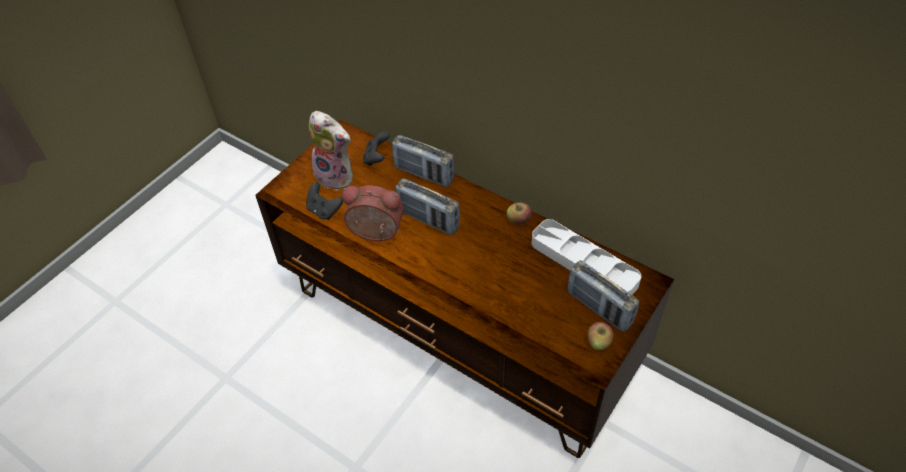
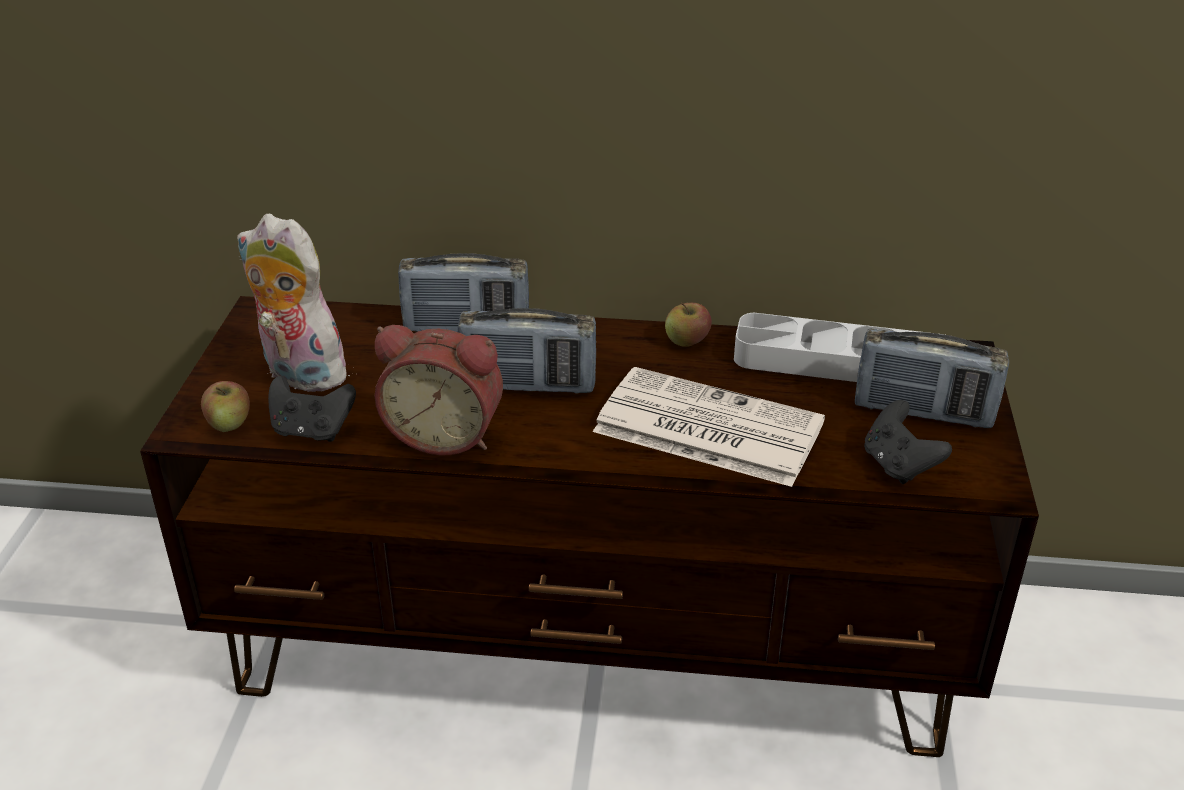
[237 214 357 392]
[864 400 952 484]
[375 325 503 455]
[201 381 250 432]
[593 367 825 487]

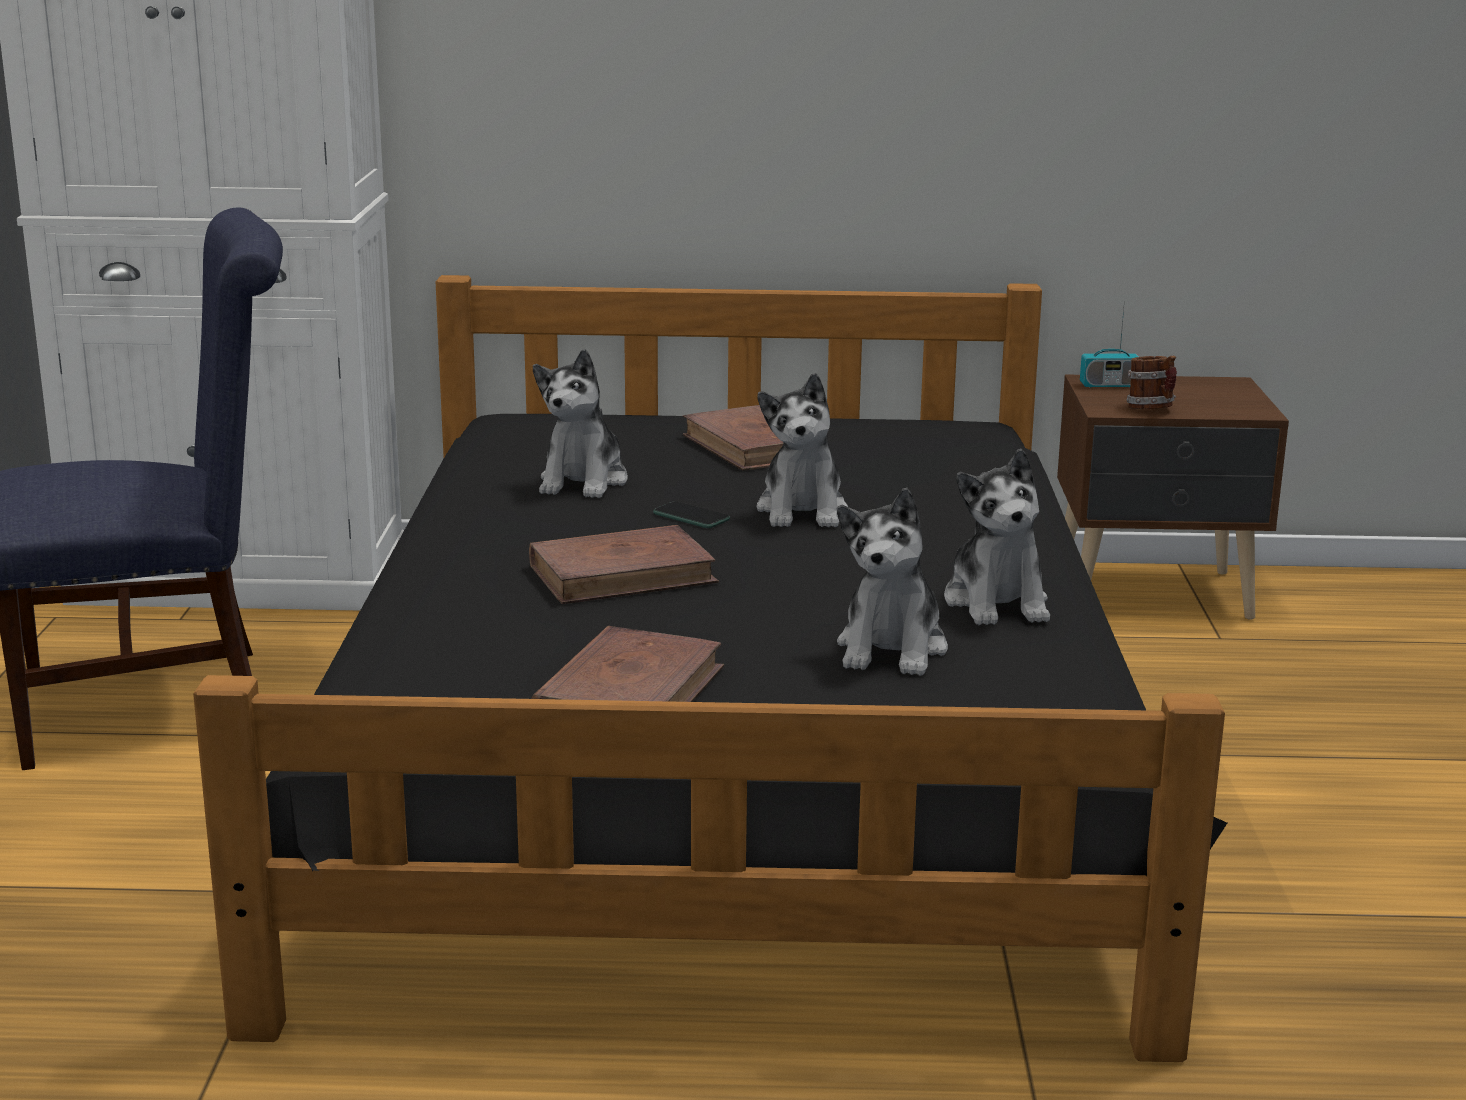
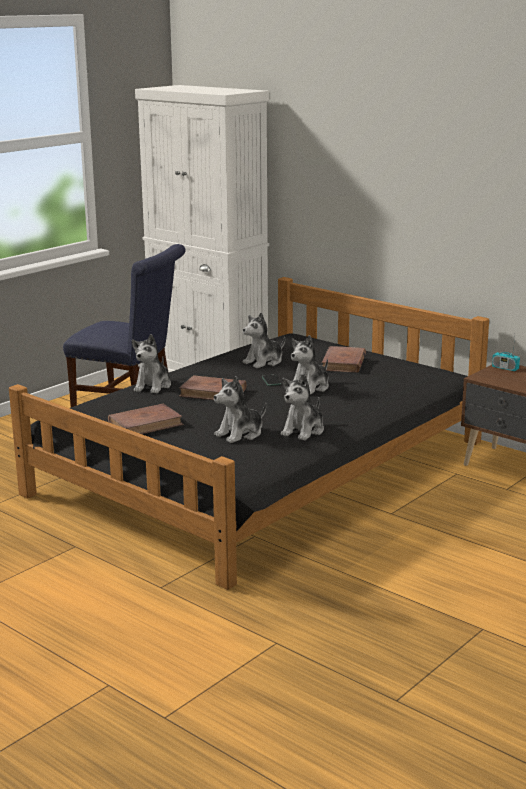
[1127 356 1177 409] (first image)
[132 334 171 394]

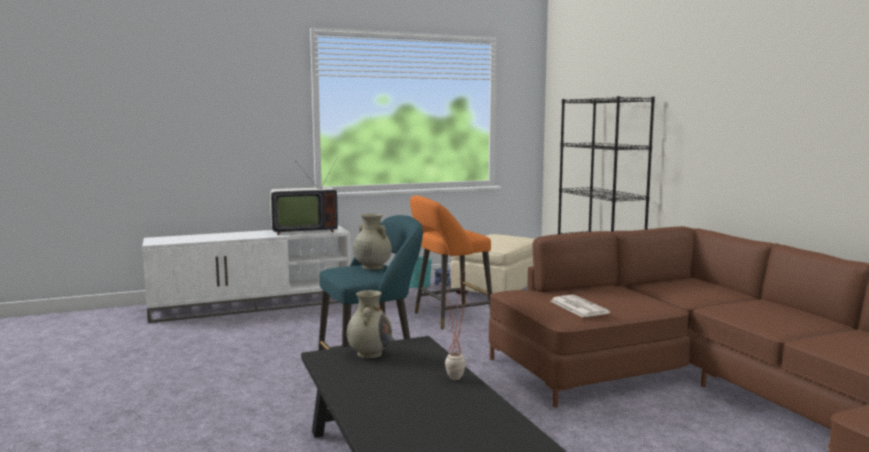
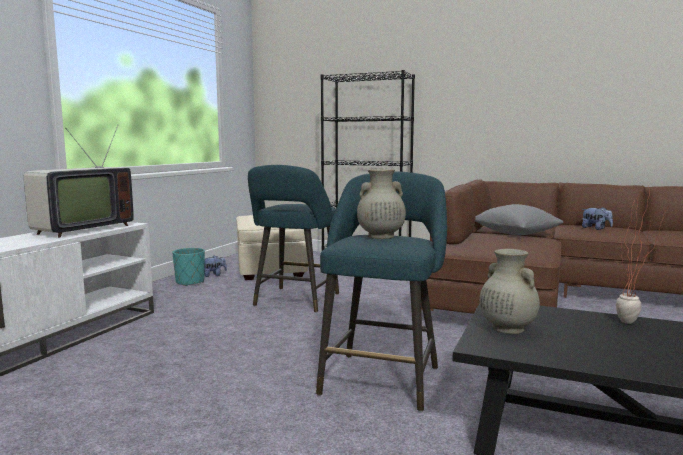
[248 165 339 313]
[550 295 610 317] (first image)
[475 204 564 235]
[582 207 613 230]

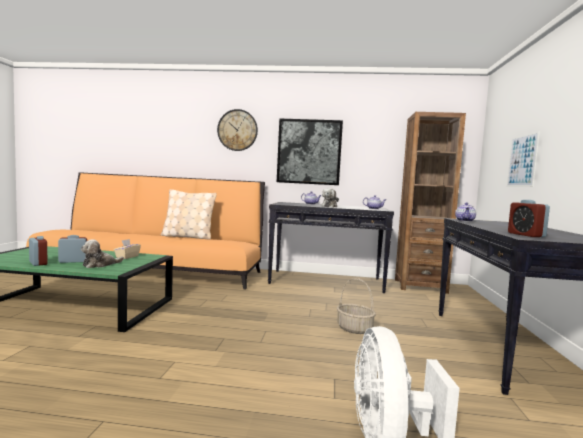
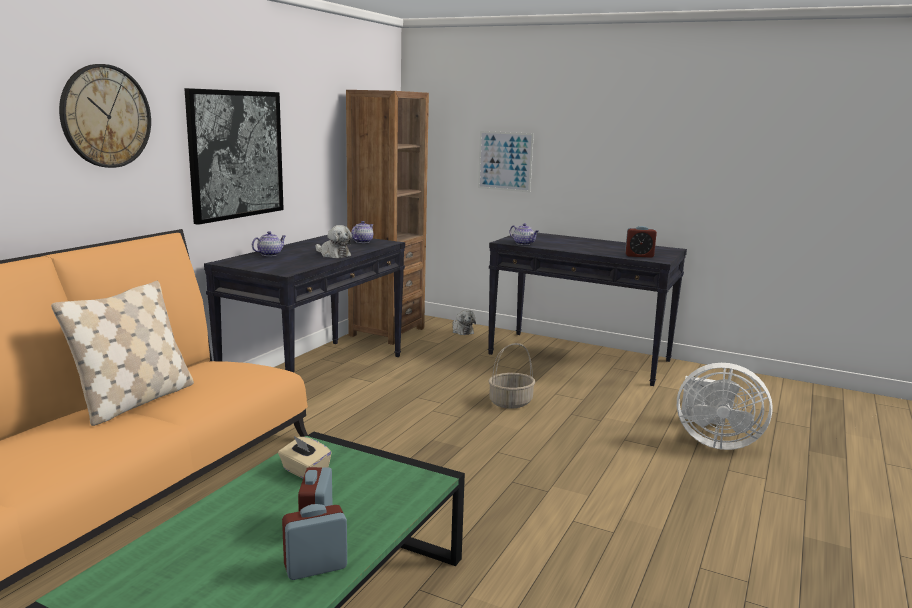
[453 310 476 335]

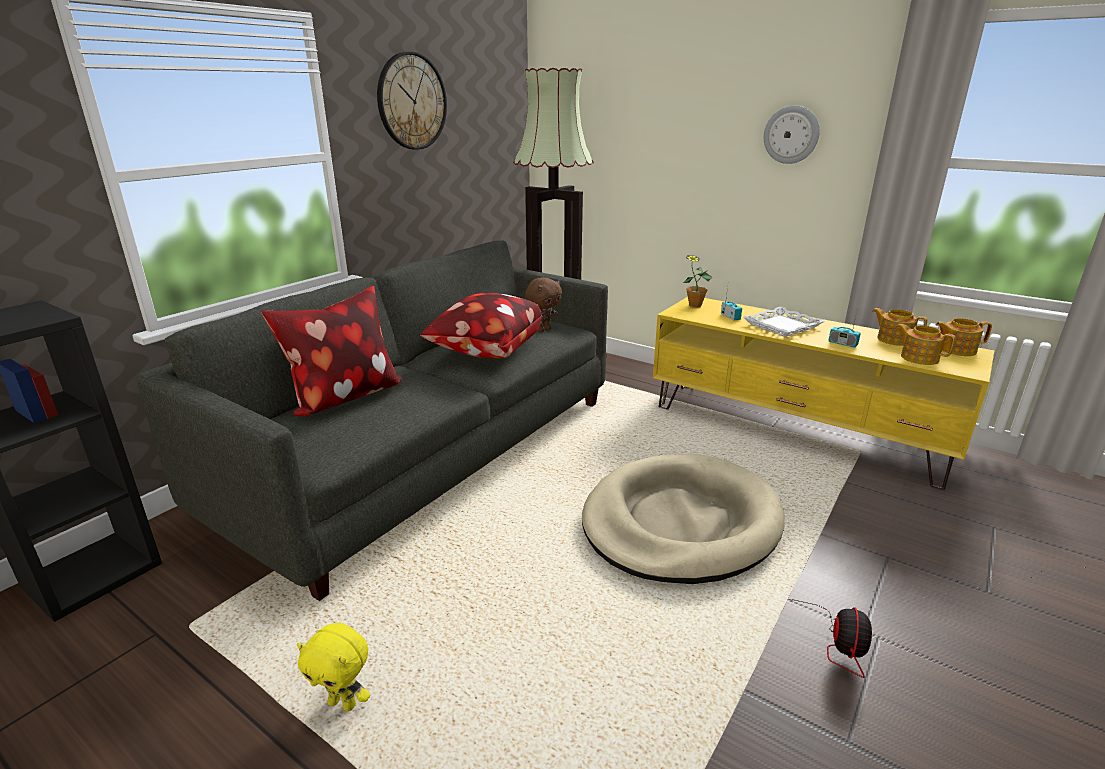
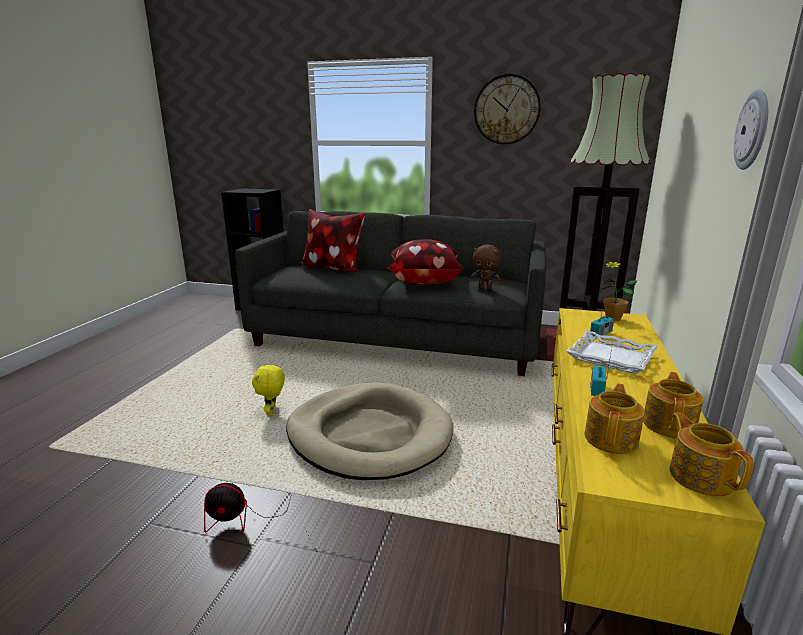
[252 363 285 415]

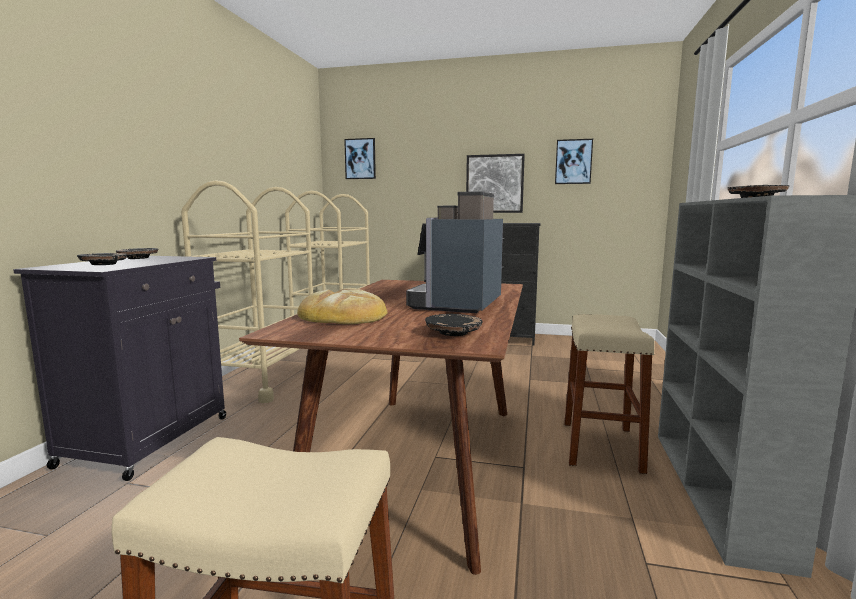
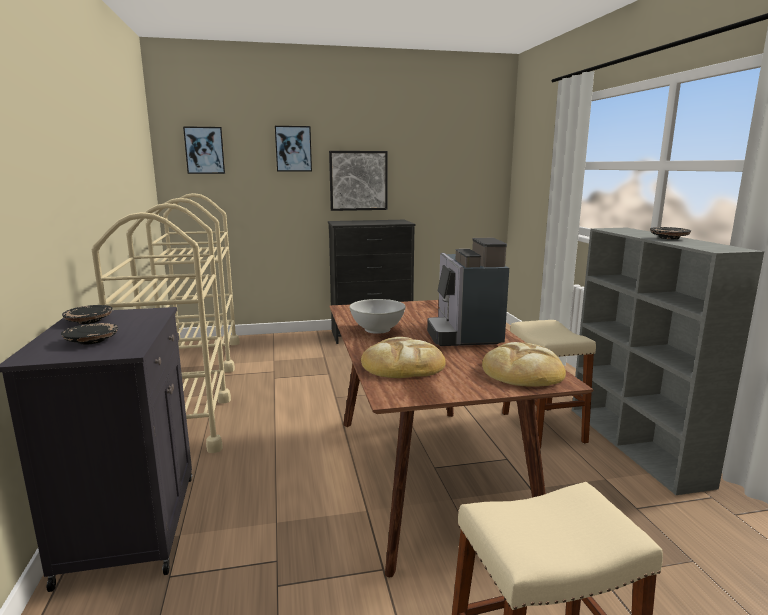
[275 126 312 172]
[482 342 566 387]
[350 299 406 334]

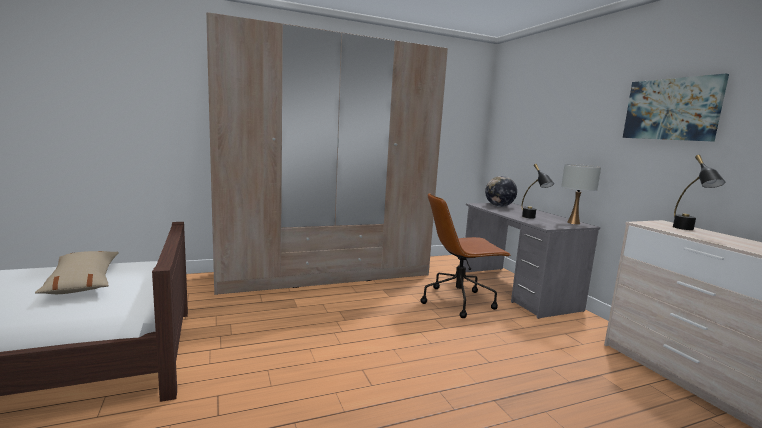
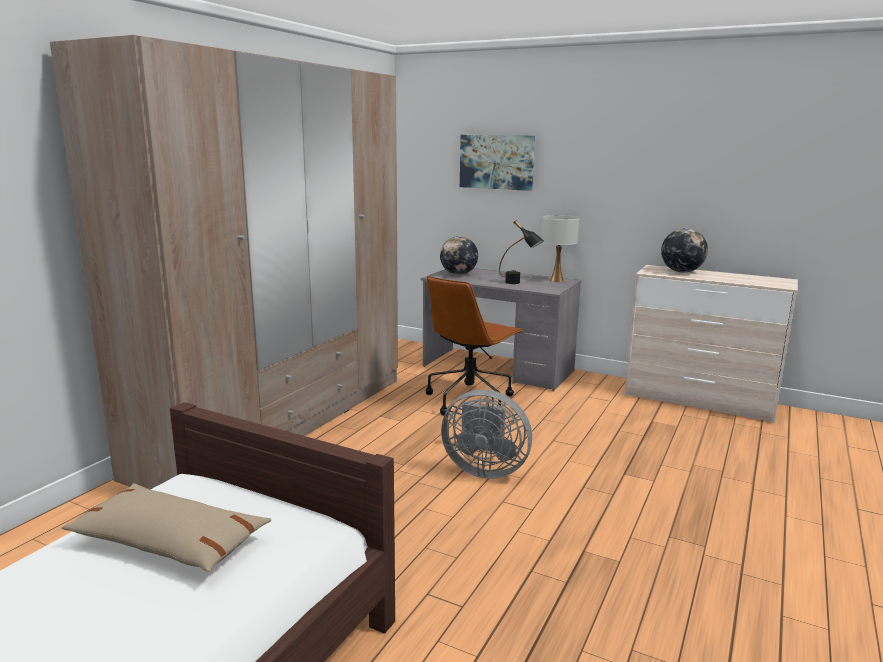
[460 135 535 191]
[661 228 708 273]
[441 389 532 479]

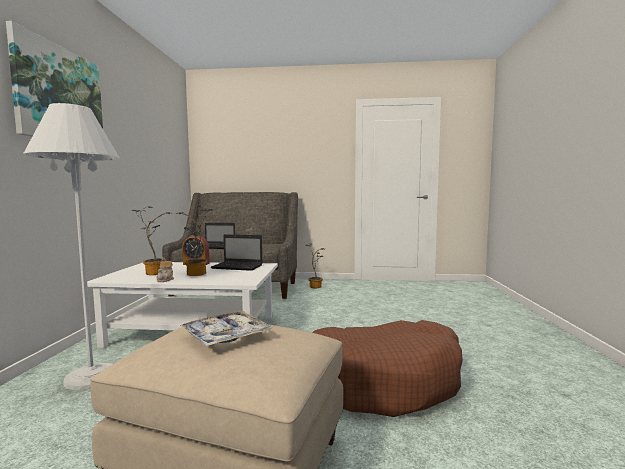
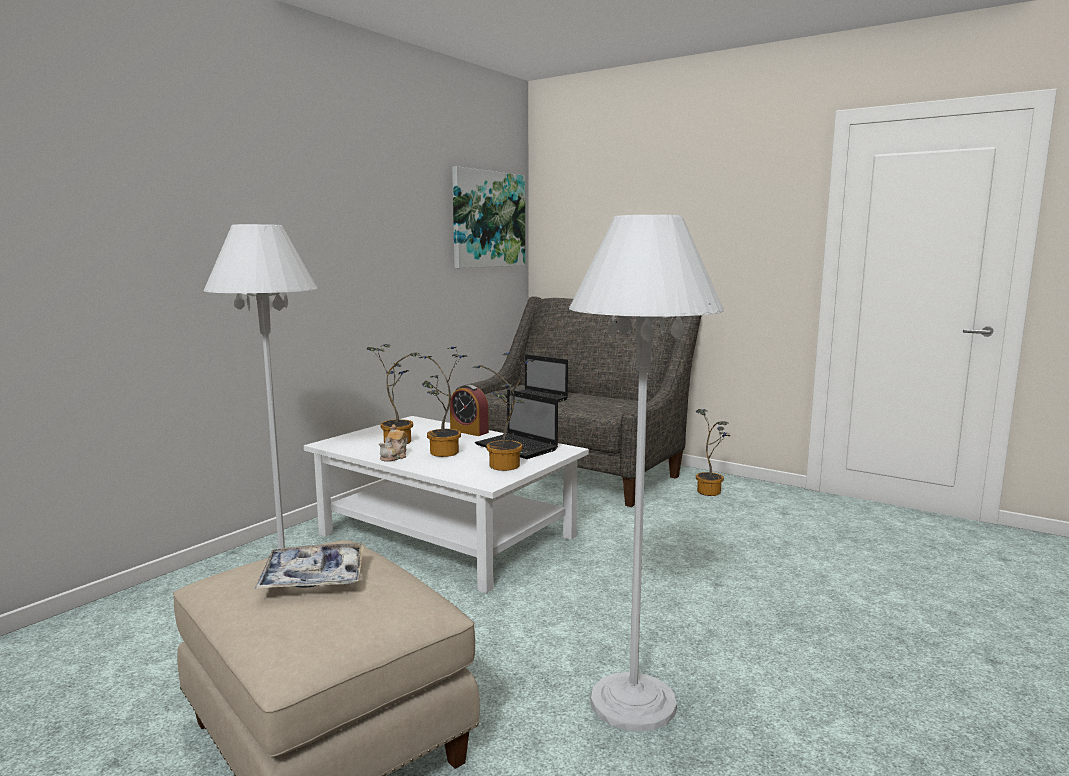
[452 166 525 268]
[569 215 724 732]
[473 353 535 471]

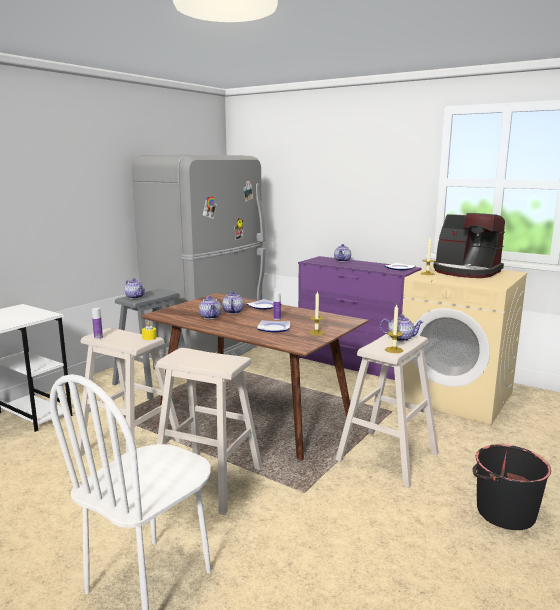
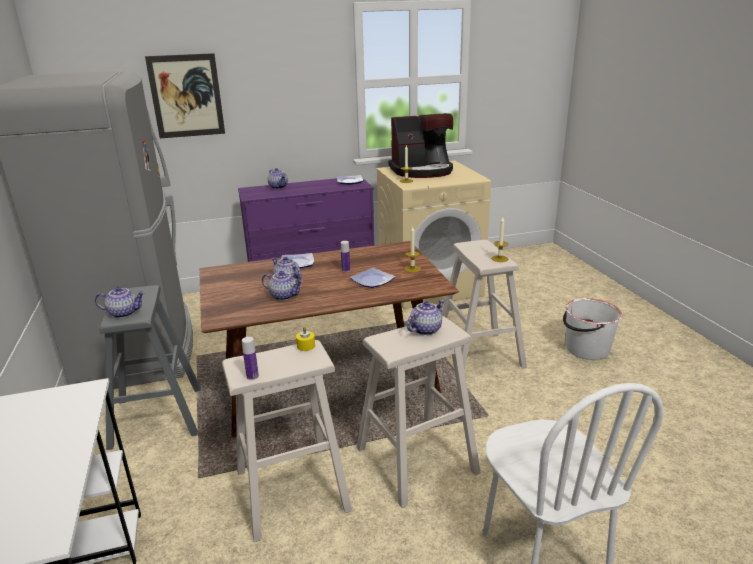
[407 300 444 335]
[563 298 622 360]
[145 53 225 138]

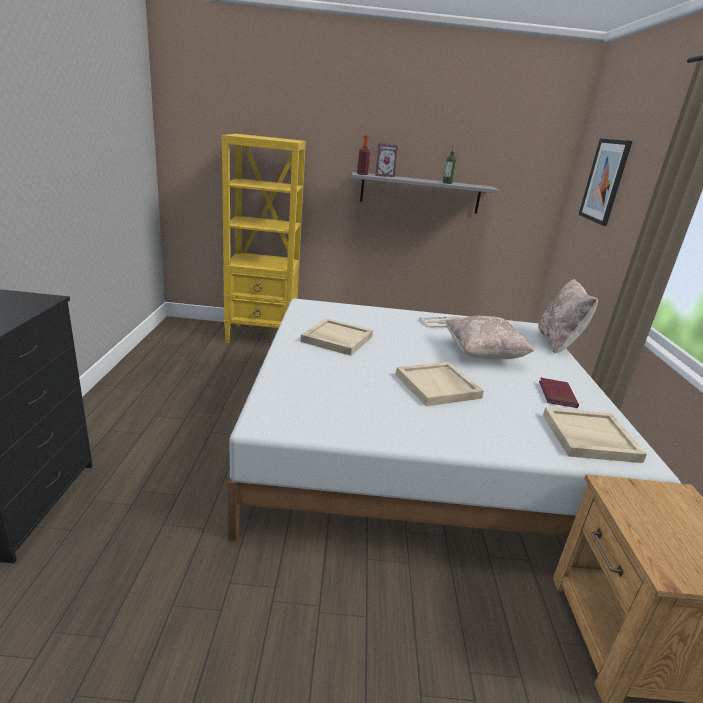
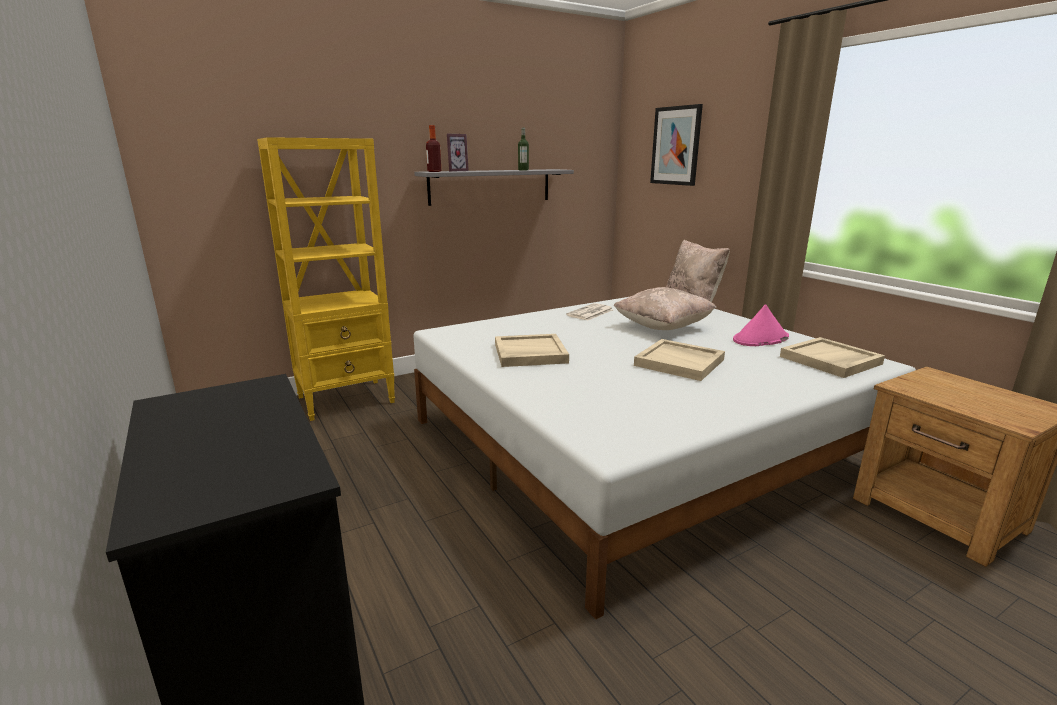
[733 304 789 346]

